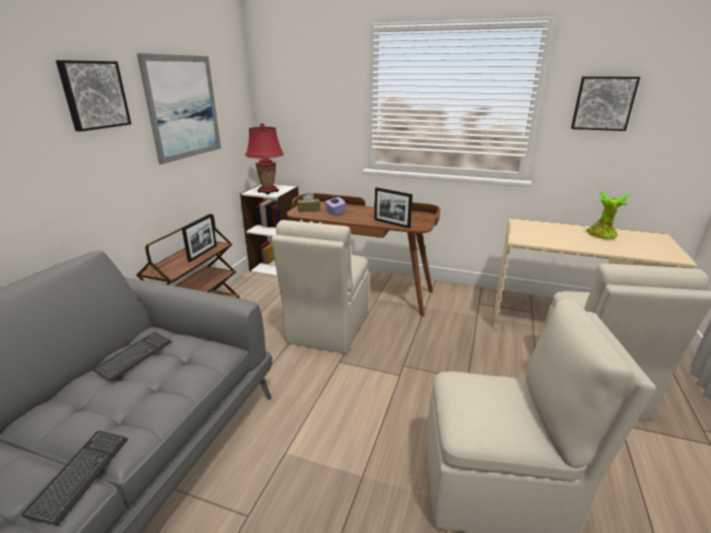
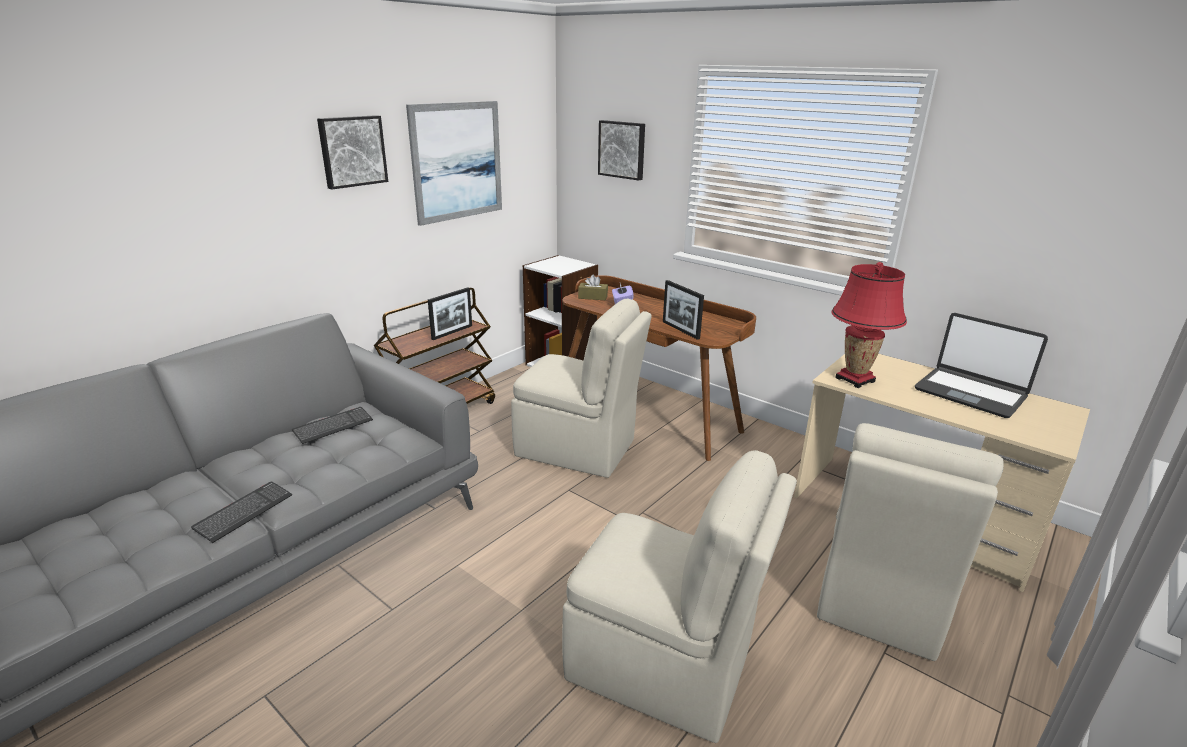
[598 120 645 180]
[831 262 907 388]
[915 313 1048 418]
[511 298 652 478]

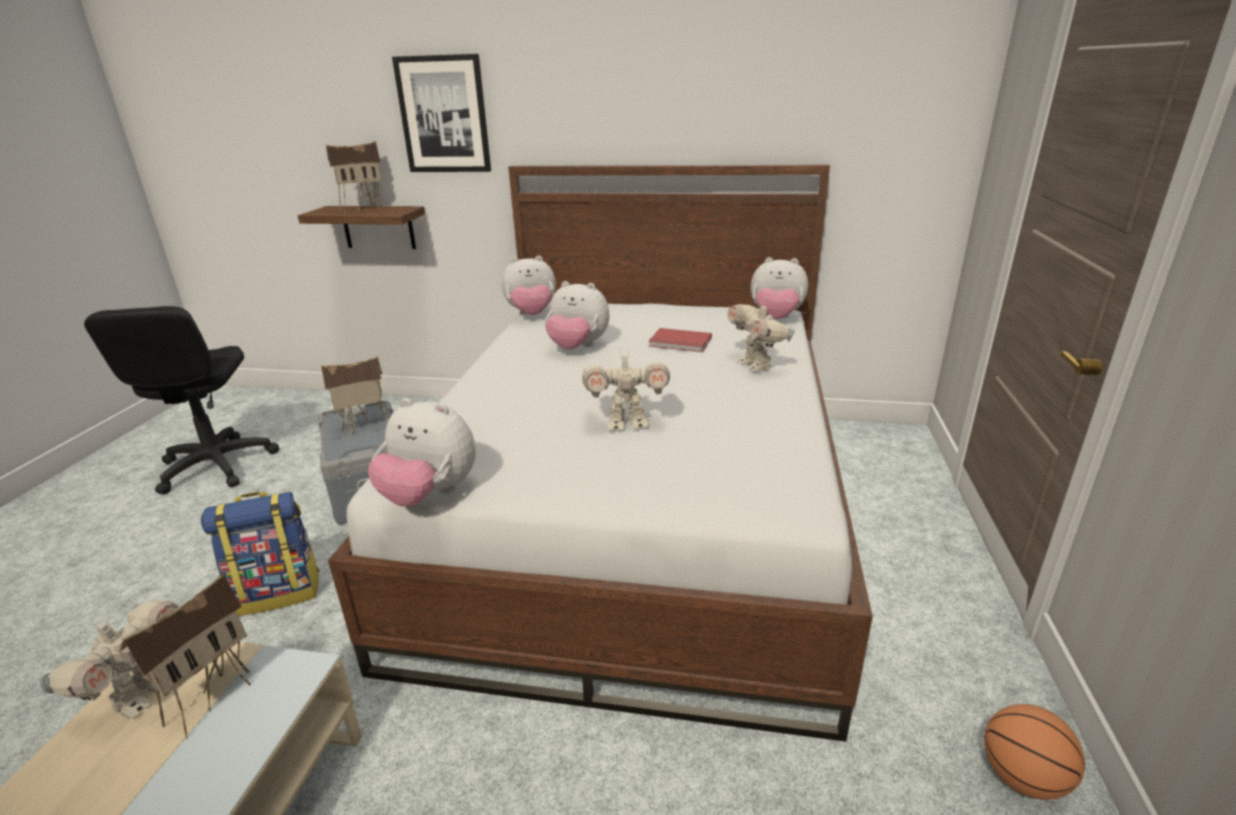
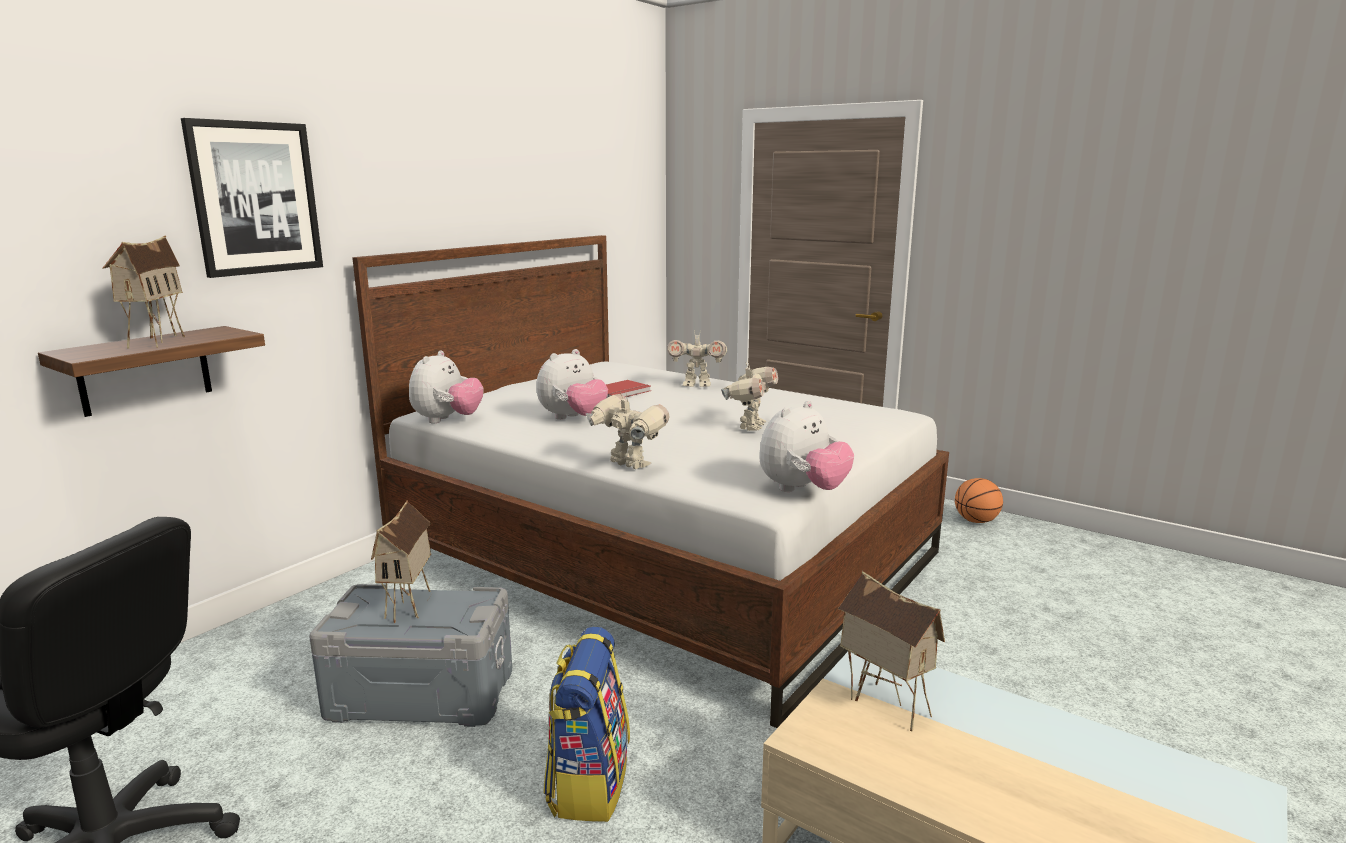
[751 257 808 319] (first image)
[586 392 670 469]

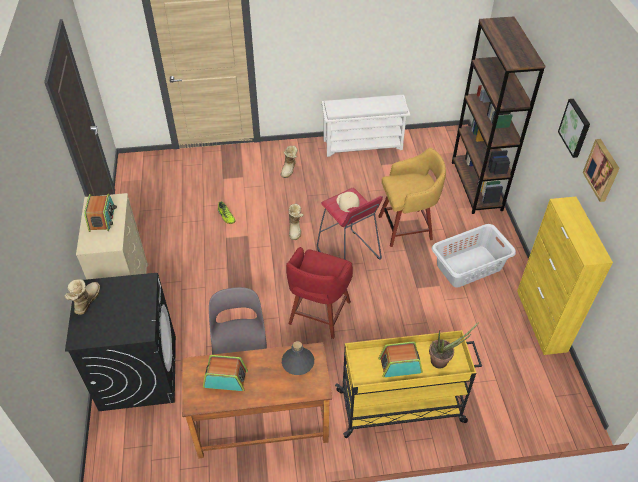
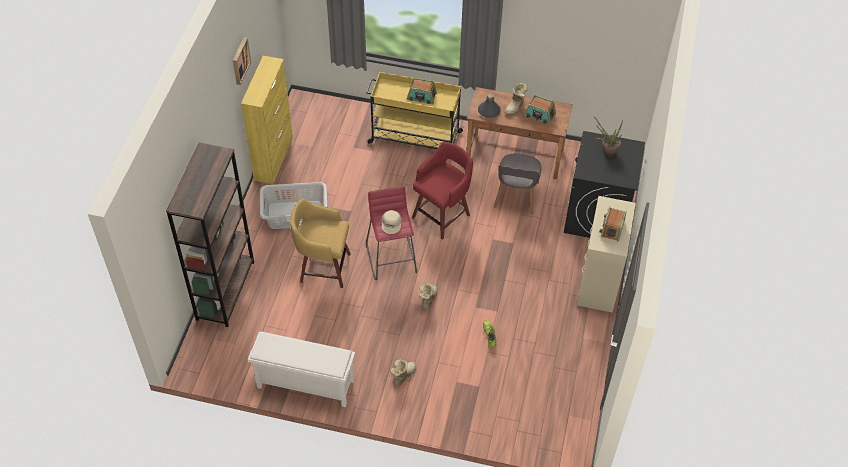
[558 99 590 158] (first image)
[505 83 528 115]
[594 116 623 157]

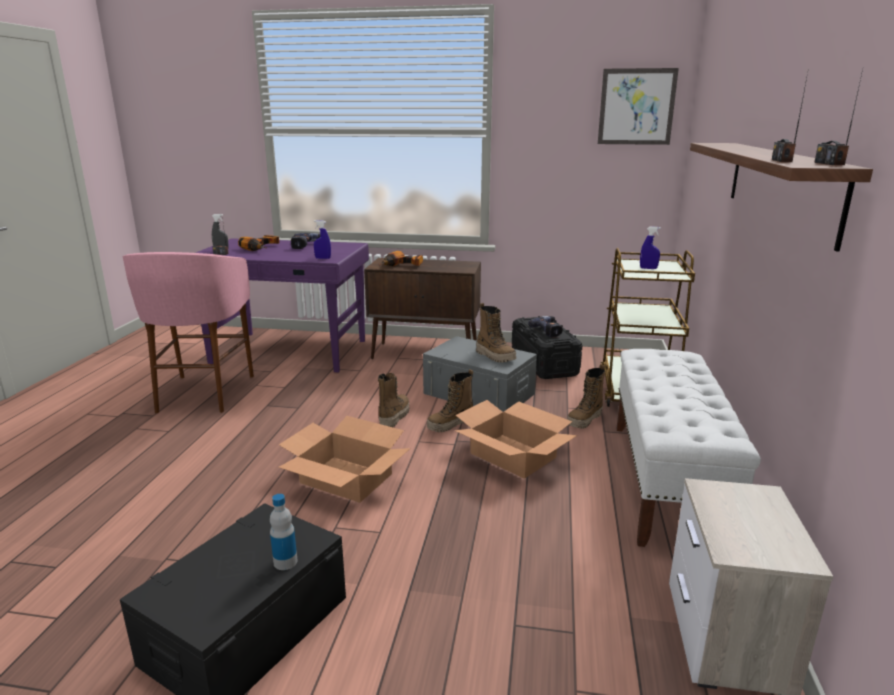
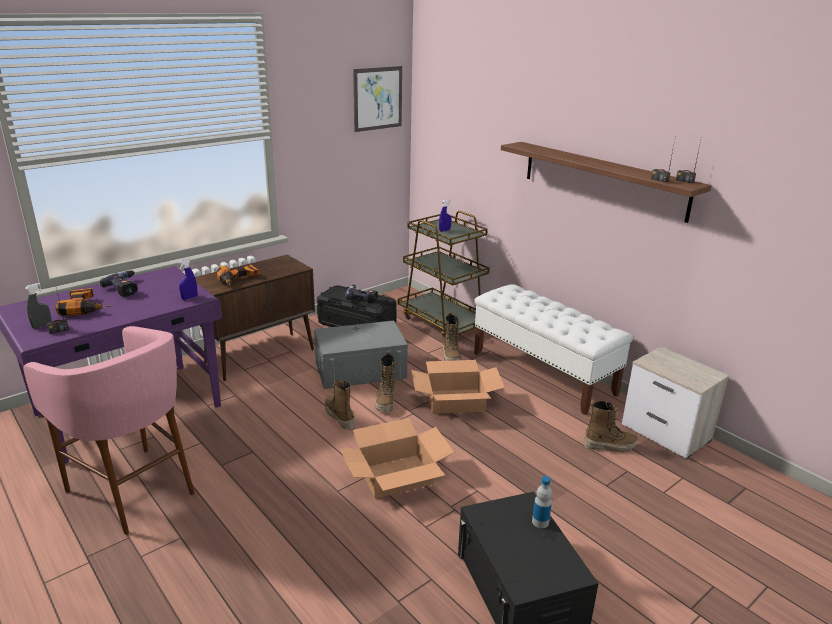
[584 401 637 452]

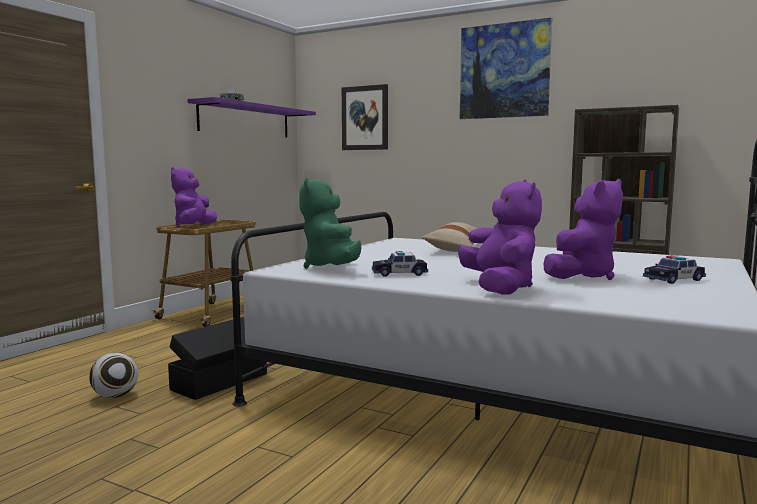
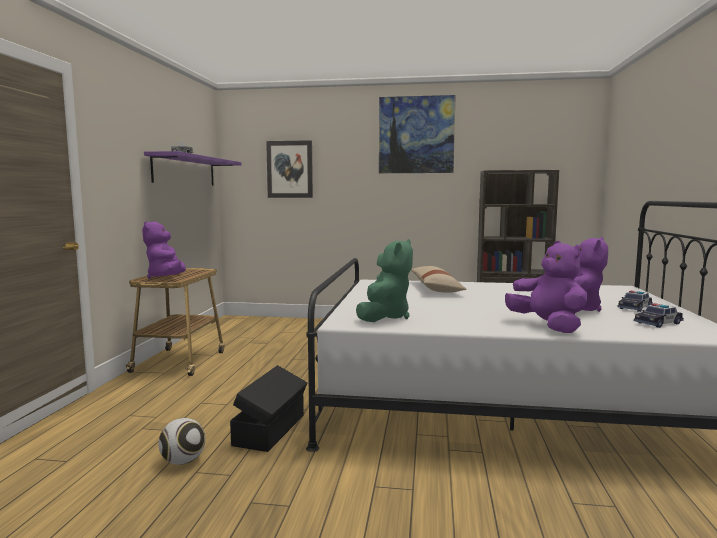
[356 239 413 322]
[634 303 684 328]

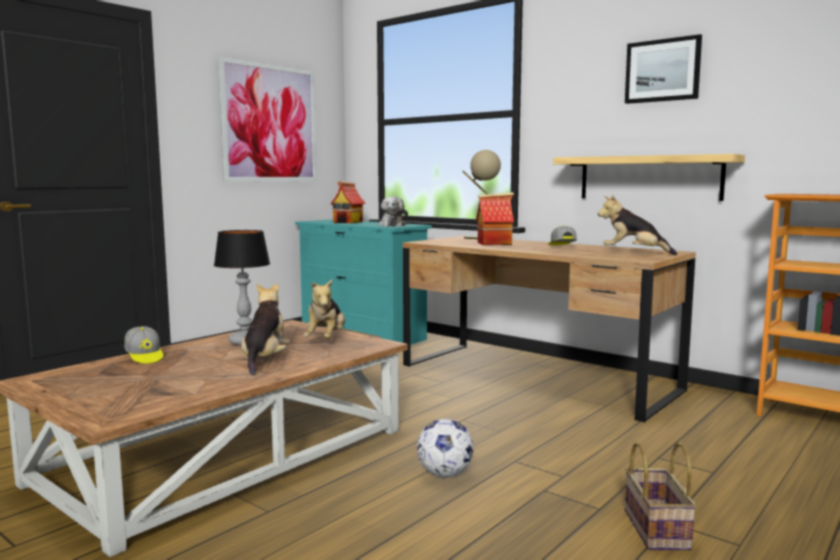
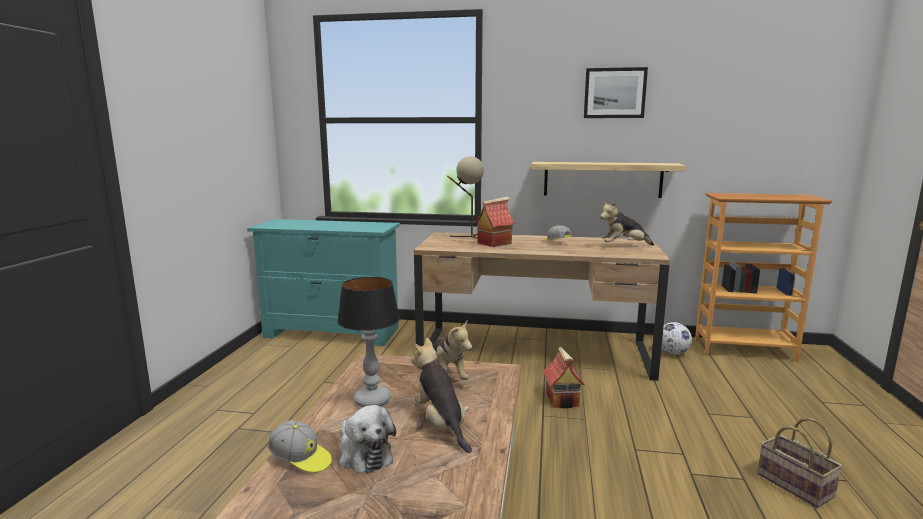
[218 57 317 182] (first image)
[543 347 585 408]
[339 405 396 473]
[661 322 692 355]

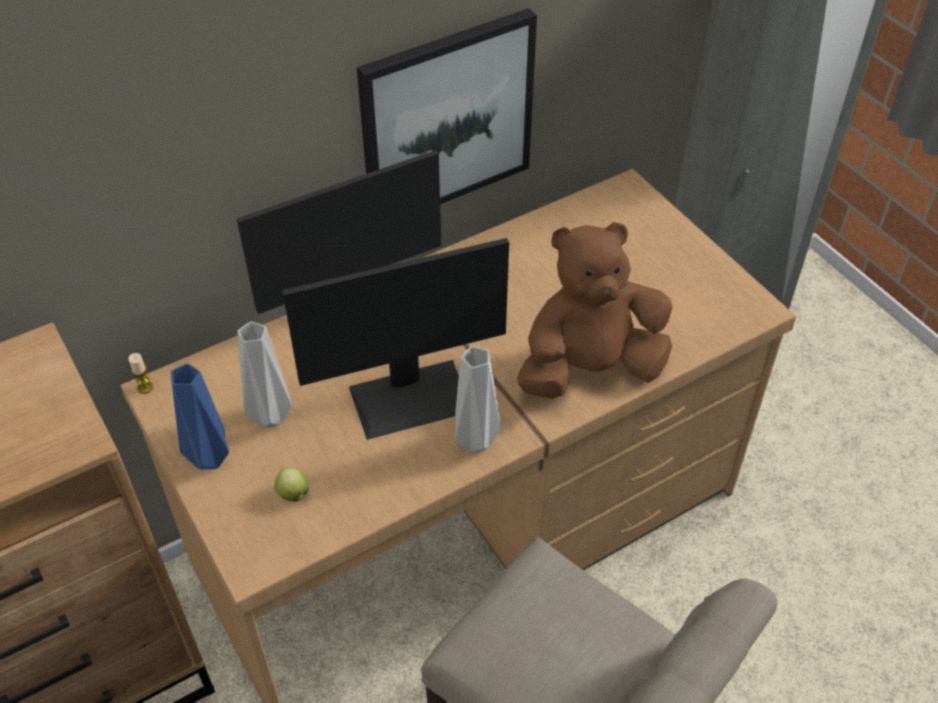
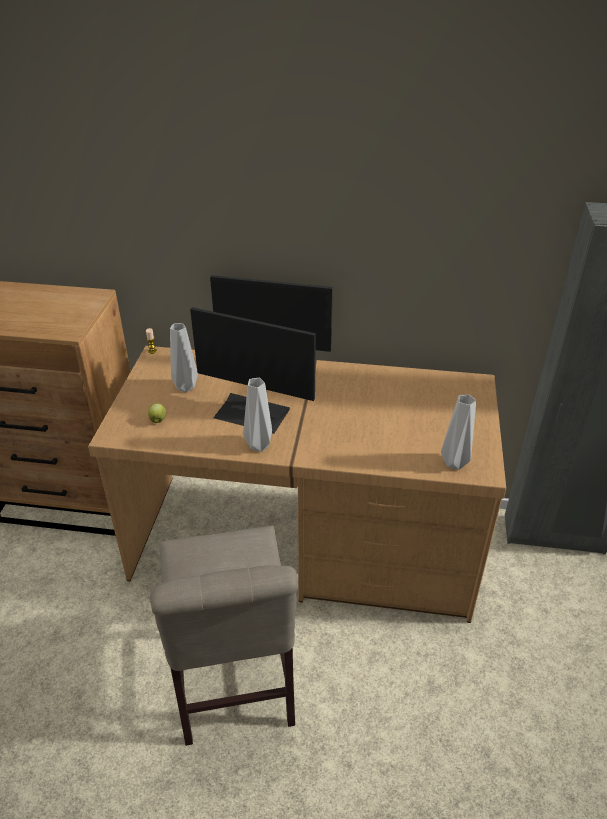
[357 8 537 204] (first image)
[517 222 673 399] (first image)
[171 363 229 469] (first image)
[441 394 476 470]

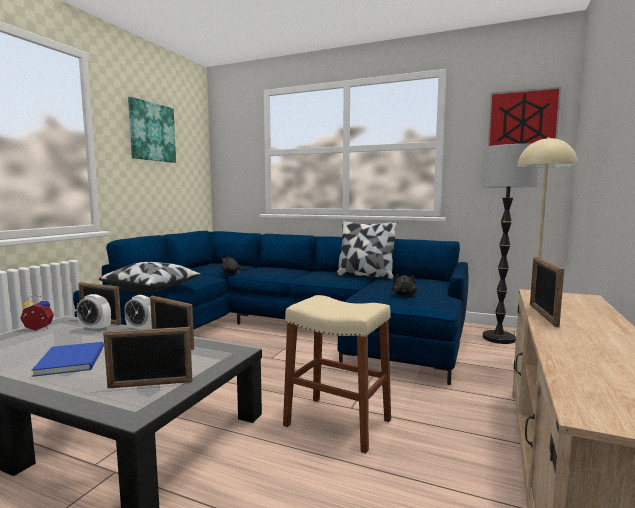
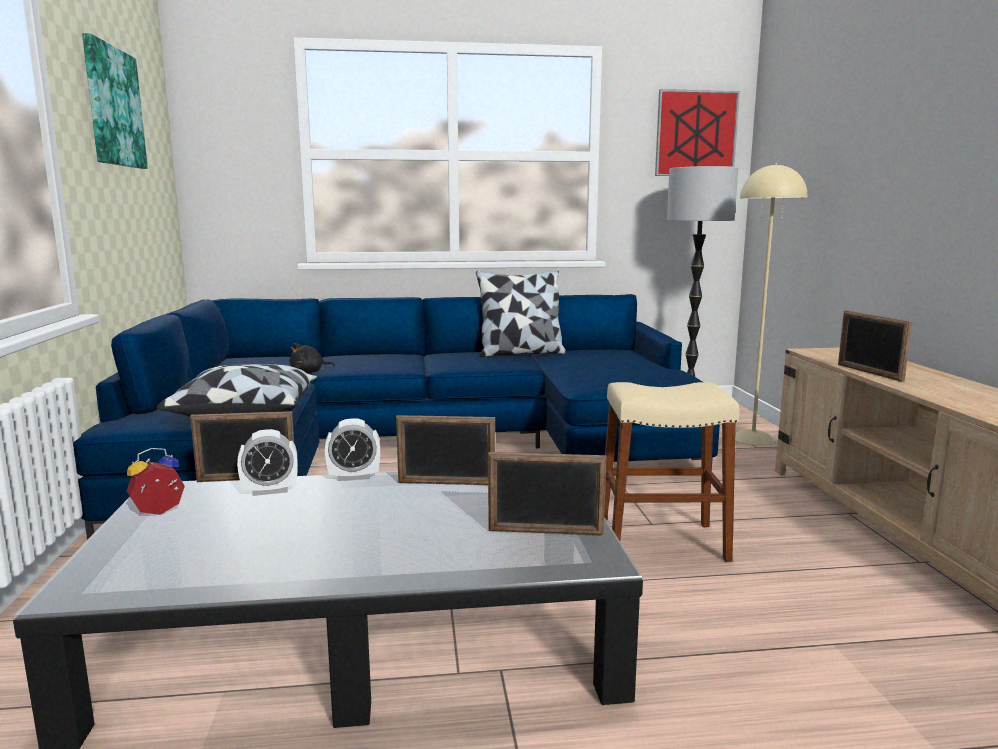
[392 275 418 296] (first image)
[488 452 606 535]
[32 342 104 377] (first image)

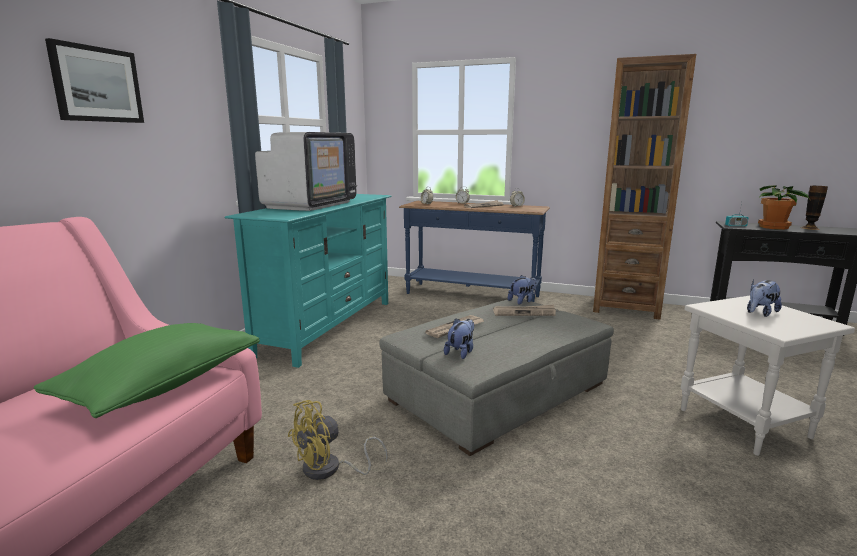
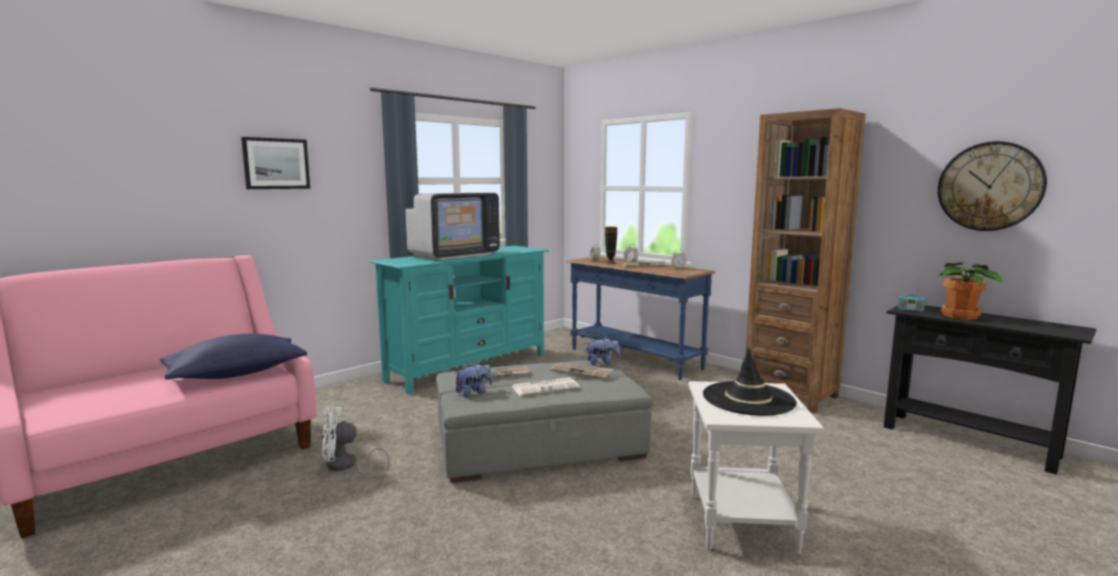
[604 227 617 264]
[703 347 796 416]
[160 334 307 380]
[322 406 390 475]
[938 141 1047 231]
[512 377 580 396]

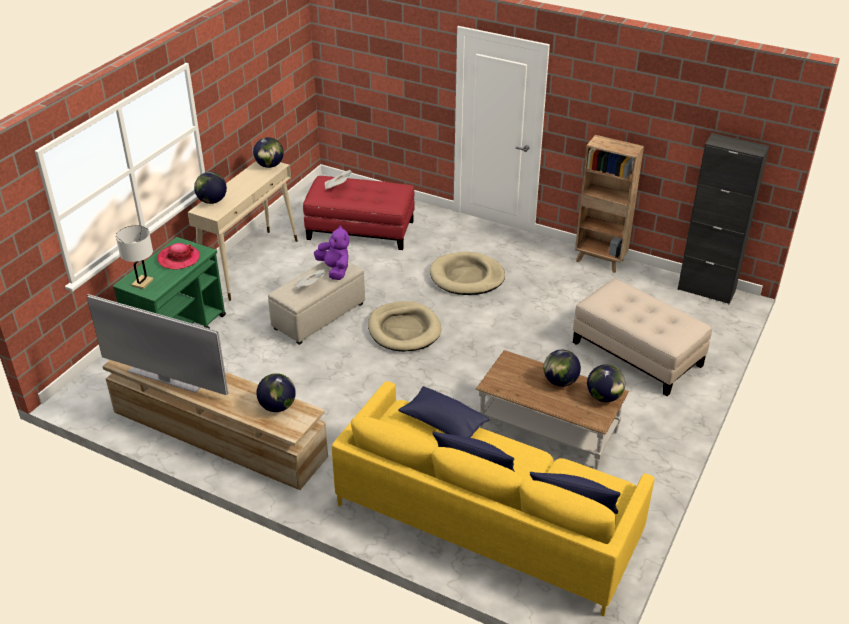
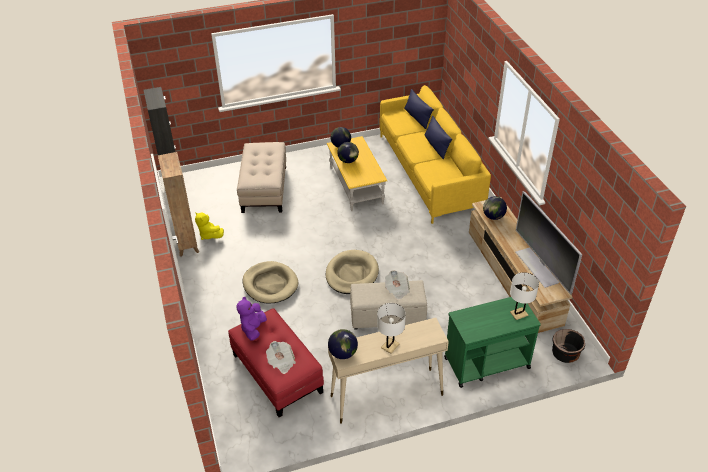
[194 172 227 204] (first image)
[236 296 267 341]
[157 243 200 270] (first image)
[327 136 387 211]
[398 386 490 437] (first image)
[195 213 224 240]
[377 303 406 354]
[552 329 585 363]

